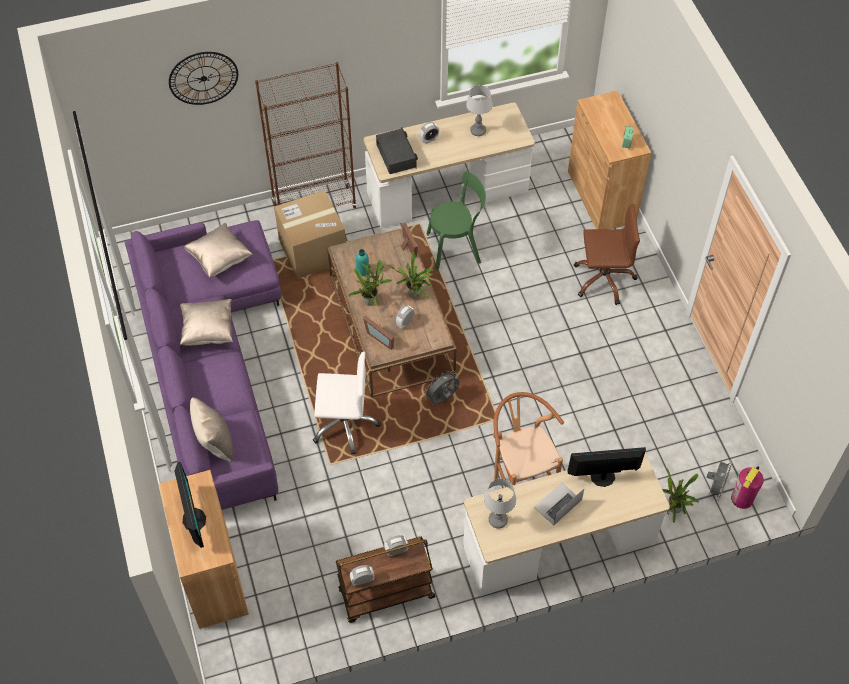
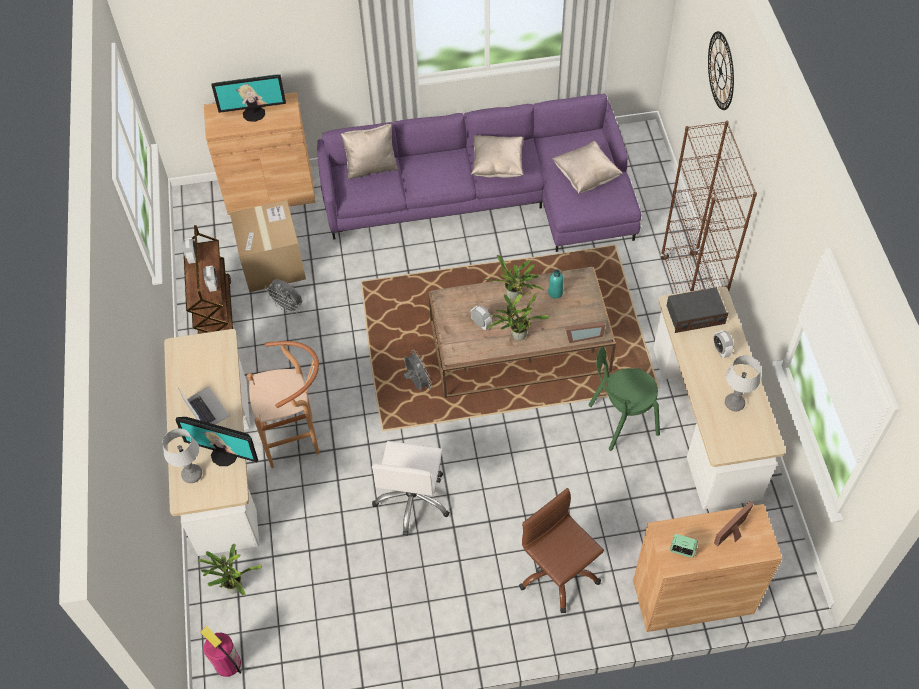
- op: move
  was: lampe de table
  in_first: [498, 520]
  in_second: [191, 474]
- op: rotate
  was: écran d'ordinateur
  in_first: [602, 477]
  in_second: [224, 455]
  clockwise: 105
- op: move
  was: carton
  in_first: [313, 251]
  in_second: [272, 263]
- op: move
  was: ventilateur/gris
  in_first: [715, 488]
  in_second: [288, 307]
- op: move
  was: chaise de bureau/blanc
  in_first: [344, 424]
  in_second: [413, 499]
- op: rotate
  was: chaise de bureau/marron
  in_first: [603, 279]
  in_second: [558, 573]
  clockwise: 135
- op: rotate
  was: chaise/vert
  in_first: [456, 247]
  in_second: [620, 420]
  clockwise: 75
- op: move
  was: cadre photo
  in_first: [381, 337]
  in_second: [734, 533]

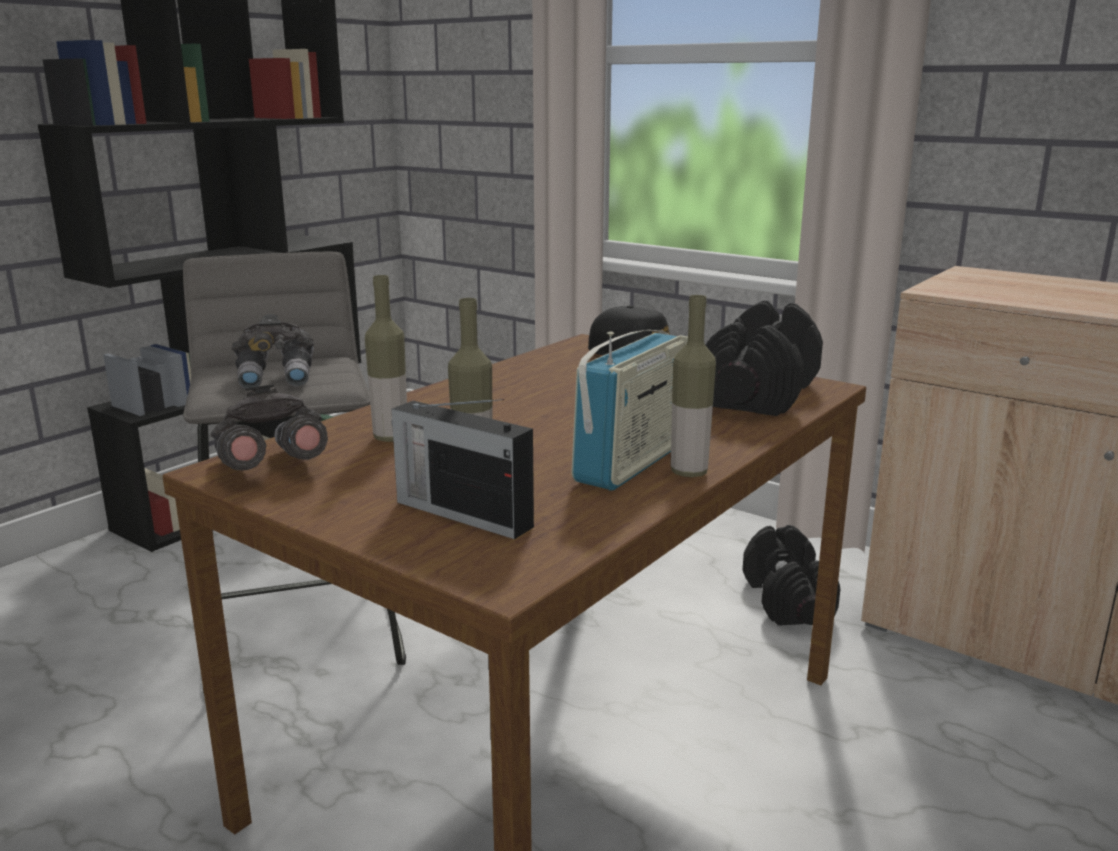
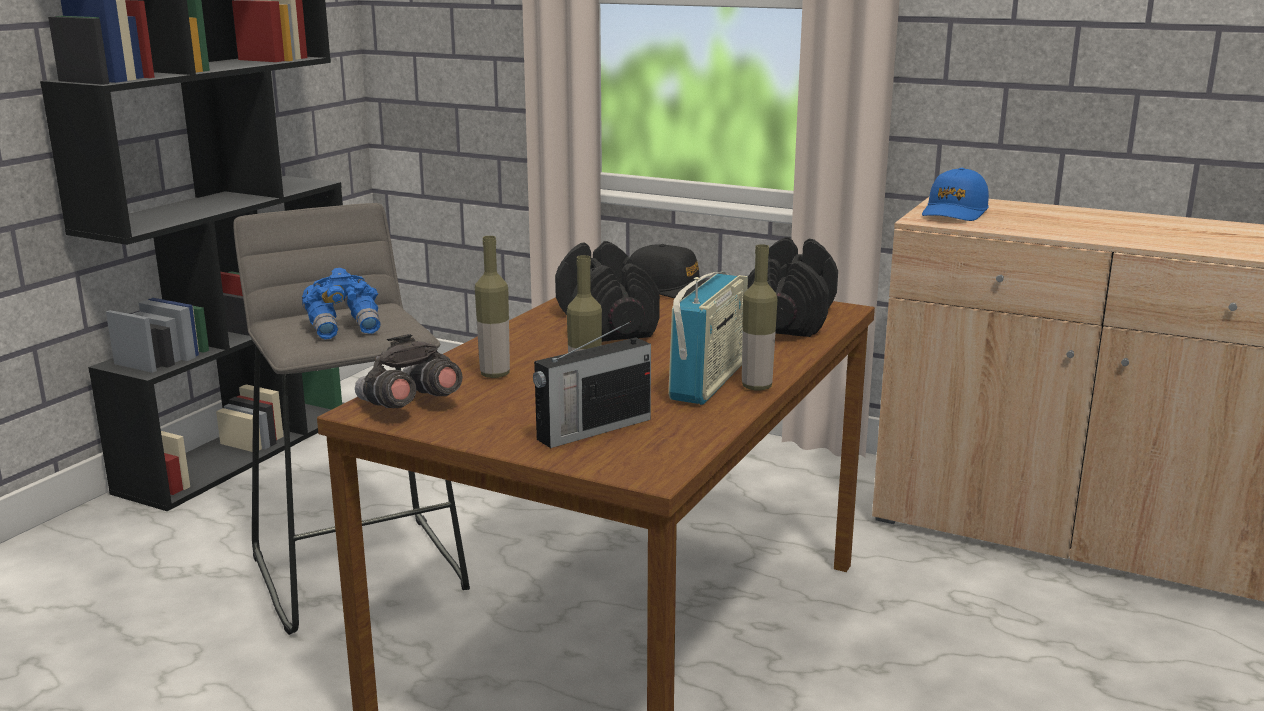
- op: recolor
  was: jumelles/gris
  now: jumelles/bleu
  in_first: [277, 378]
  in_second: [344, 327]
- op: rotate
  was: radio
  in_first: [461, 513]
  in_second: [592, 429]
  clockwise: -60
- op: move
  was: haltère/noir
  in_first: [786, 600]
  in_second: [605, 323]
- op: insert
  now: casquette/bleu
  in_second: [955, 212]

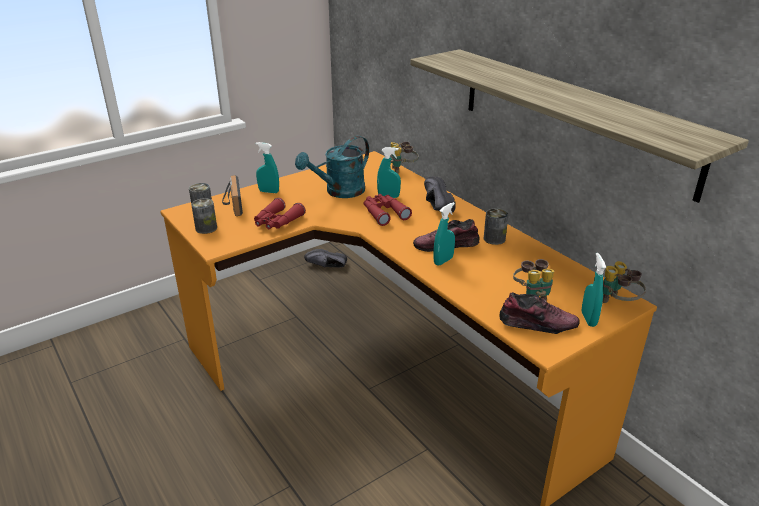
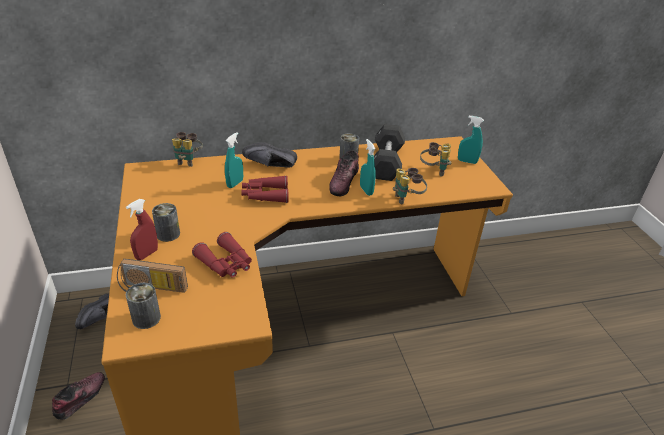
- op: move
  was: chaussure
  in_first: [537, 324]
  in_second: [80, 398]
- op: recolor
  was: vaporisateur/turquoise
  now: vaporisateur/rouge
  in_first: [269, 191]
  in_second: [147, 254]
- op: move
  was: boîte métallique
  in_first: [206, 228]
  in_second: [168, 234]
- op: insert
  now: haltère/noir
  in_second: [386, 163]
- op: move
  was: jumelles
  in_first: [618, 304]
  in_second: [407, 199]
- op: delete
  was: arrosoir/turquoise
  in_first: [339, 192]
- op: delete
  was: étagère
  in_first: [572, 118]

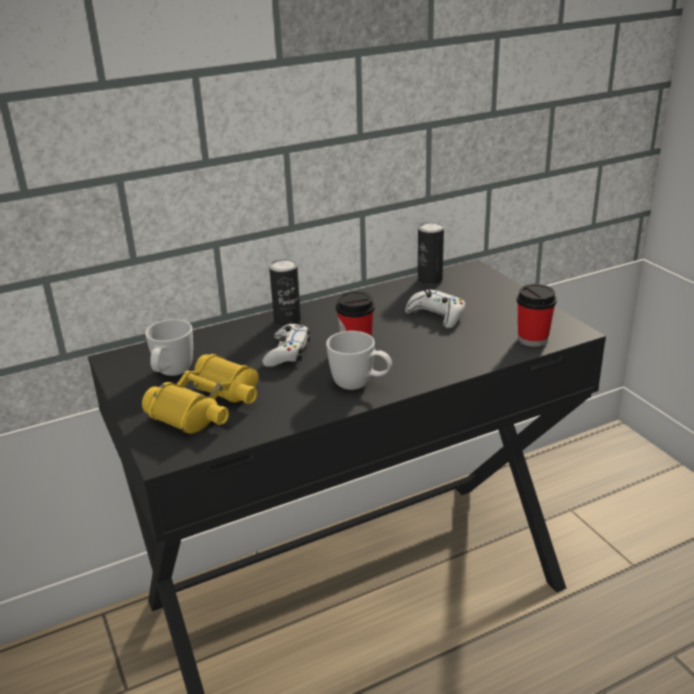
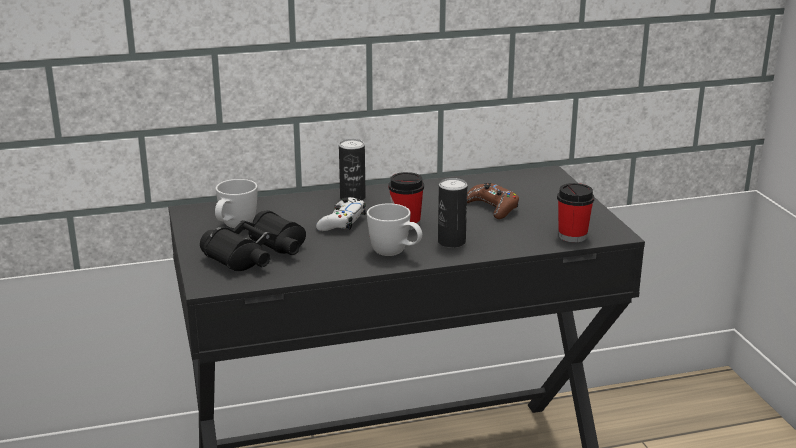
- op: recolor
  was: jumelles/jaune
  now: jumelles/noir
  in_first: [208, 407]
  in_second: [257, 255]
- op: move
  was: boîte métallique
  in_first: [430, 280]
  in_second: [451, 242]
- op: recolor
  was: manette/blanc
  now: manette/marron
  in_first: [436, 315]
  in_second: [492, 207]

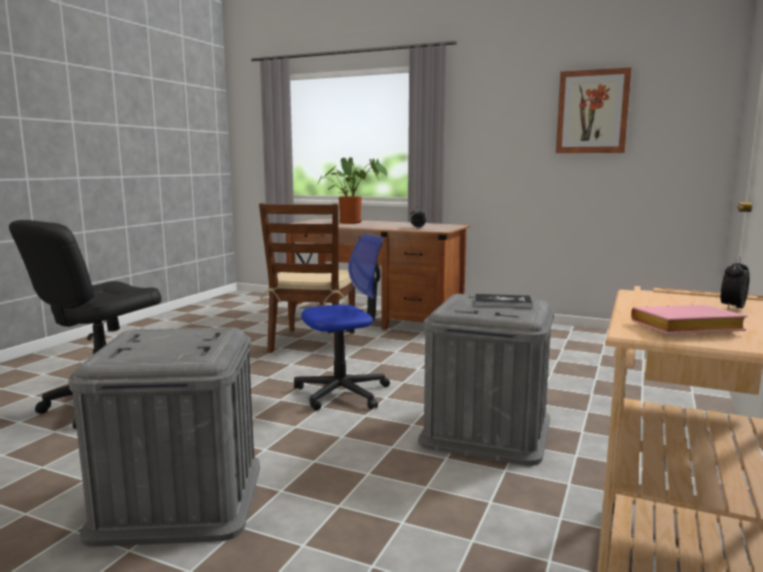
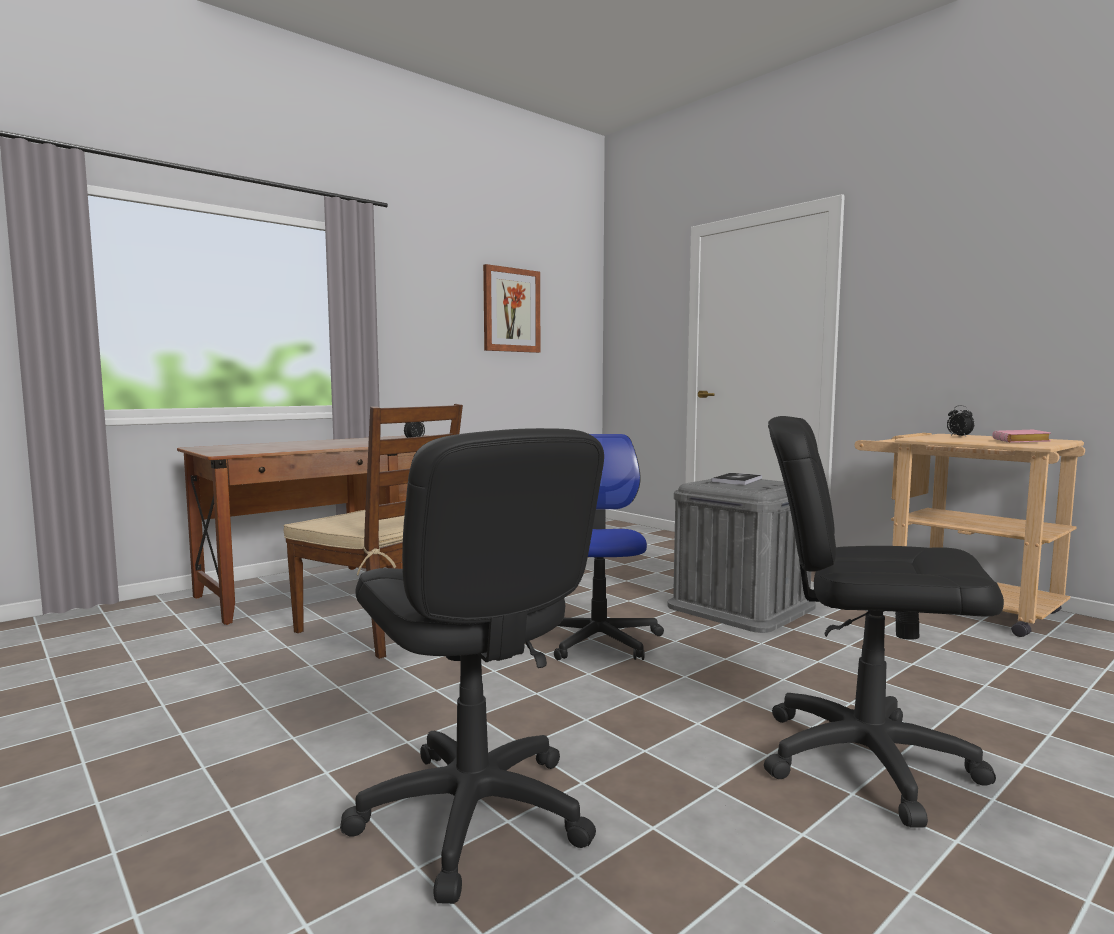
- op: replace
  was: boîte de rangement/gris
  now: chaise de bureau/noir
  in_first: [179, 498]
  in_second: [865, 760]
- op: delete
  was: plante en pot
  in_first: [353, 222]

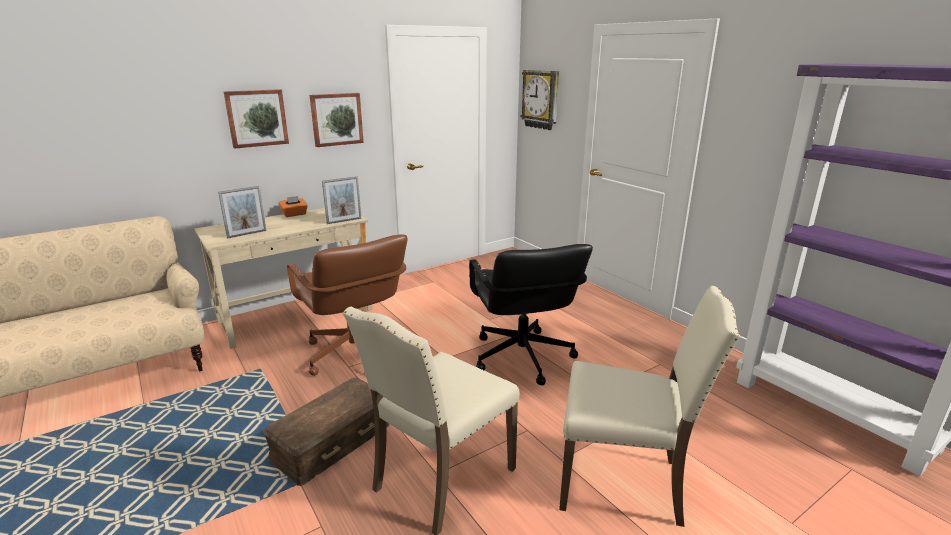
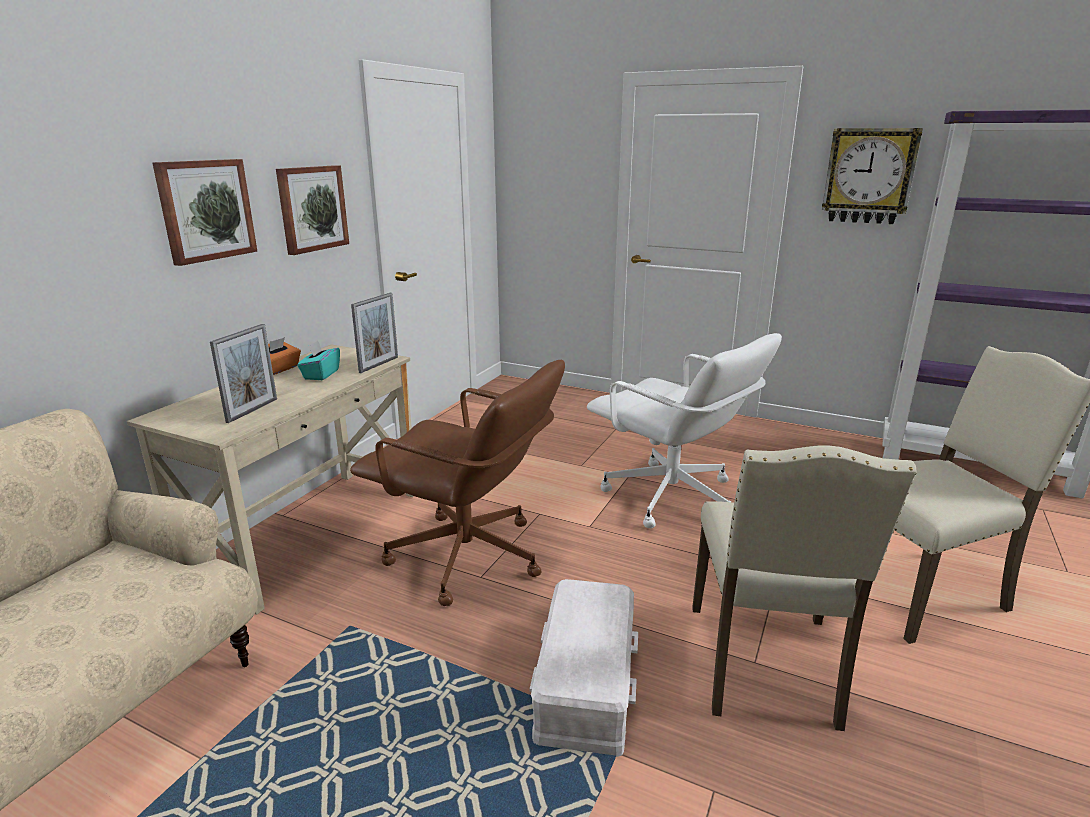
- op: insert
  now: boîte à mouchoirs/turquoise
  in_second: [321, 374]
- op: recolor
  was: boîte de rangement/marron
  now: boîte de rangement/blanc
  in_first: [331, 441]
  in_second: [584, 680]
- op: recolor
  was: chaise de bureau/noir
  now: chaise de bureau/blanc
  in_first: [521, 357]
  in_second: [671, 498]
- op: move
  was: horloge murale
  in_first: [541, 99]
  in_second: [869, 176]

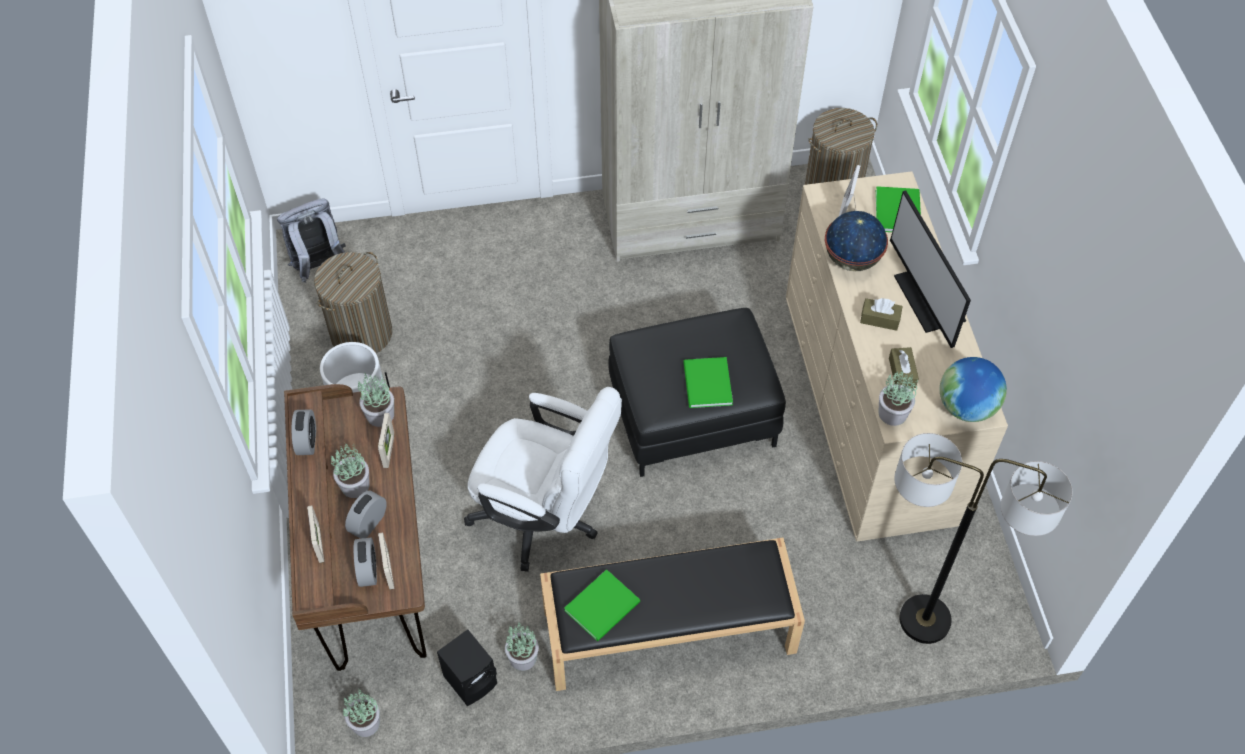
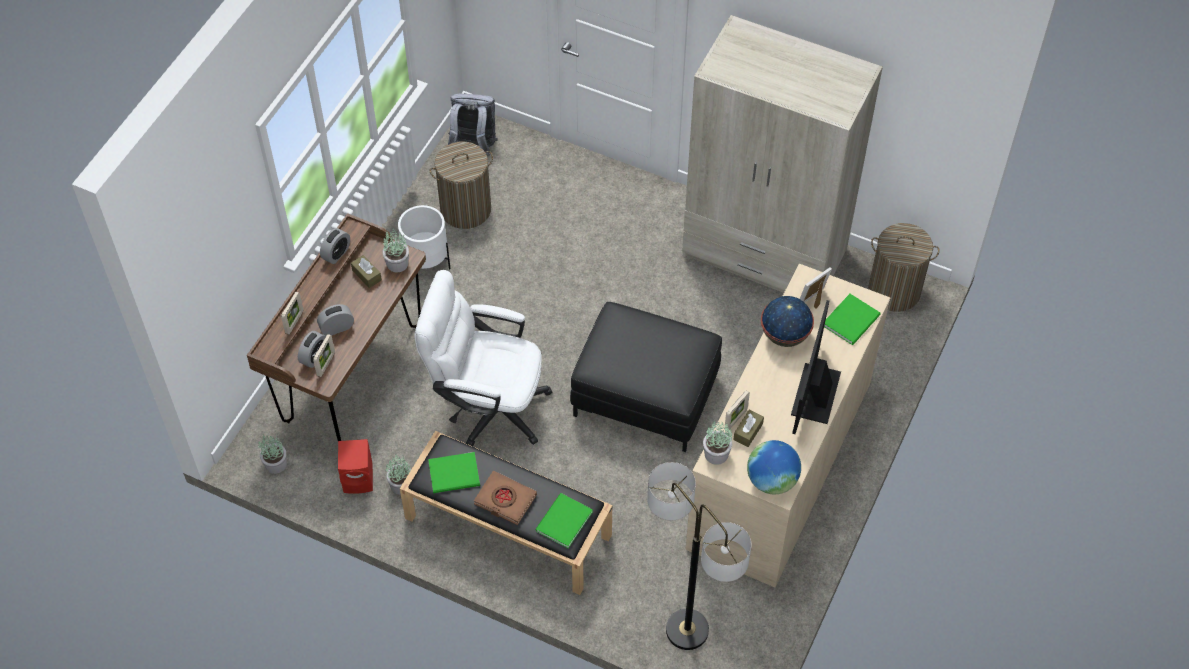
- op: recolor
  was: enceinte/noir
  now: enceinte/rouge
  in_first: [472, 679]
  in_second: [359, 478]
- op: move
  was: boîte à mouchoirs/marron
  in_first: [880, 319]
  in_second: [366, 275]
- op: rotate
  was: chaise de bureau/blanc
  in_first: [545, 518]
  in_second: [487, 405]
  clockwise: 135
- op: insert
  now: livre/marron
  in_second: [505, 500]
- op: move
  was: livre/vert
  in_first: [706, 385]
  in_second: [562, 522]
- op: move
  was: cadre photo
  in_first: [389, 451]
  in_second: [735, 420]
- op: delete
  was: plante en pot
  in_first: [355, 485]

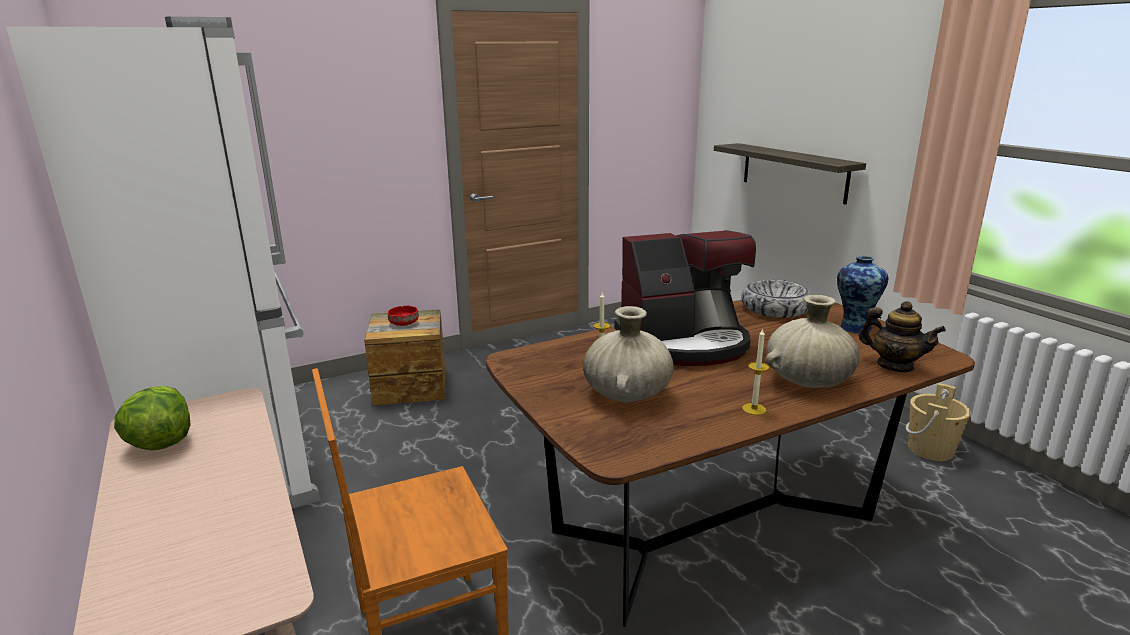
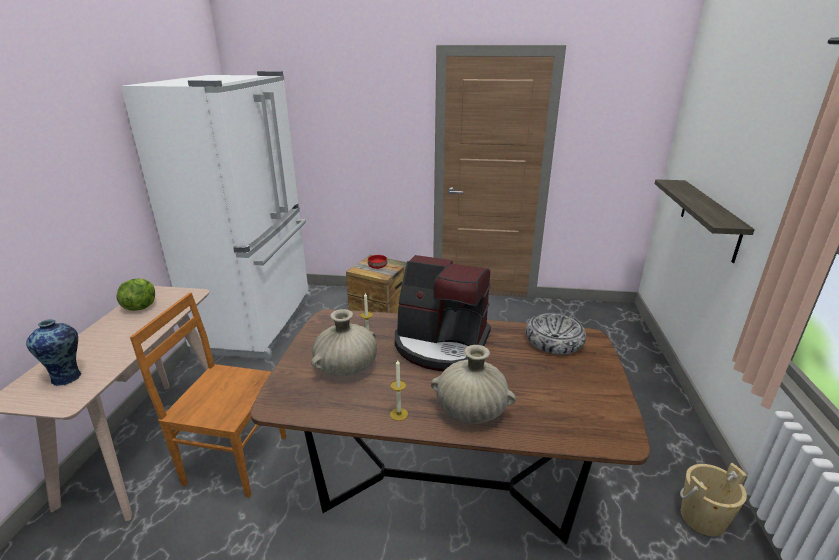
- op: move
  was: vase
  in_first: [854, 327]
  in_second: [68, 377]
- op: delete
  was: théière
  in_first: [894, 366]

